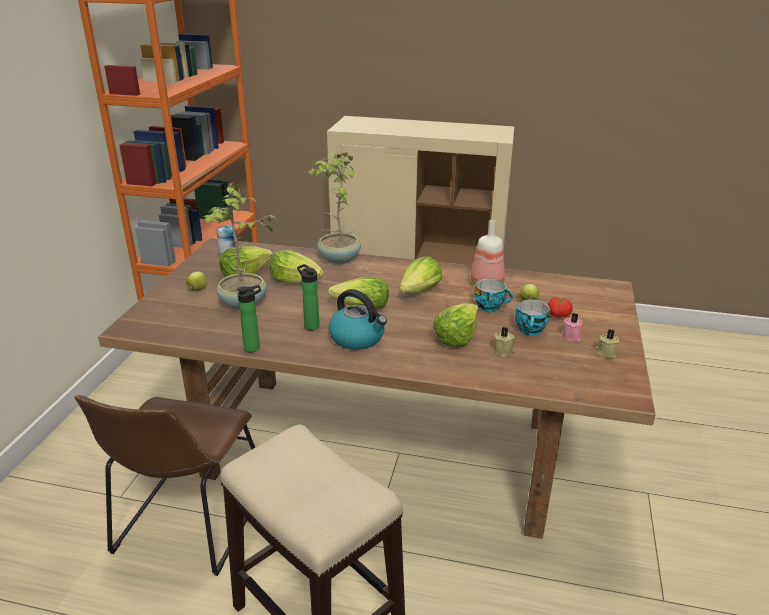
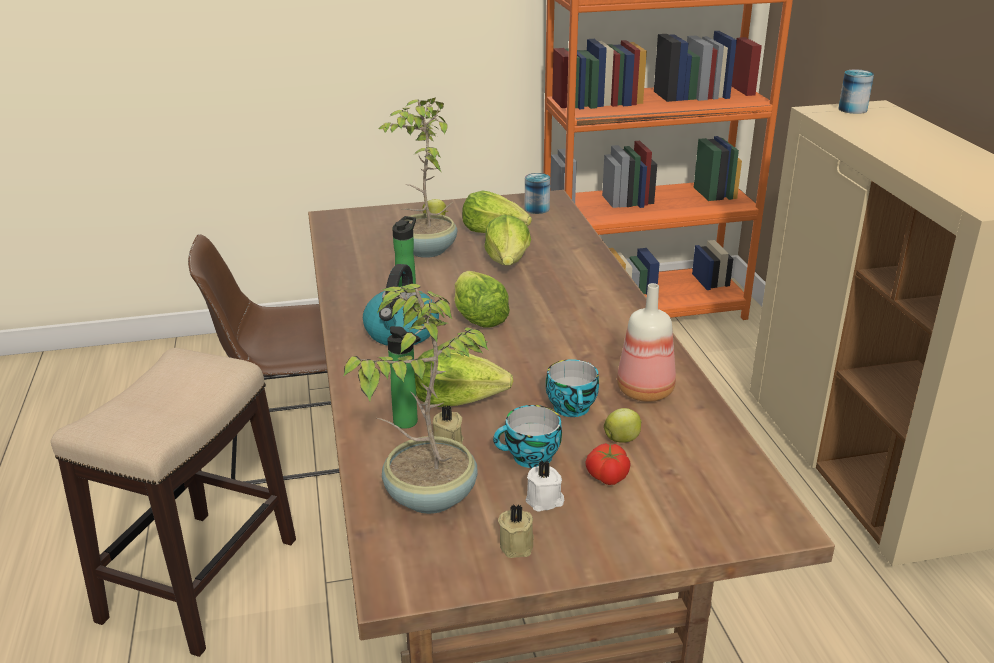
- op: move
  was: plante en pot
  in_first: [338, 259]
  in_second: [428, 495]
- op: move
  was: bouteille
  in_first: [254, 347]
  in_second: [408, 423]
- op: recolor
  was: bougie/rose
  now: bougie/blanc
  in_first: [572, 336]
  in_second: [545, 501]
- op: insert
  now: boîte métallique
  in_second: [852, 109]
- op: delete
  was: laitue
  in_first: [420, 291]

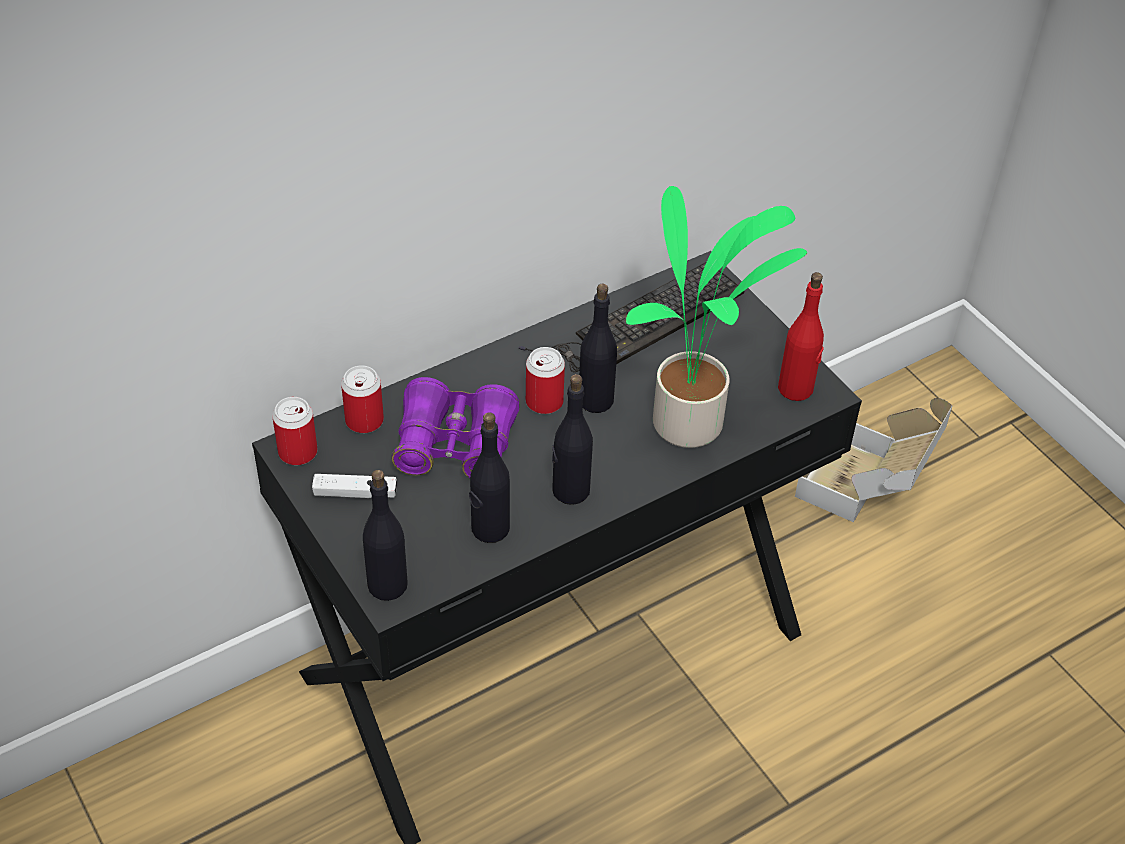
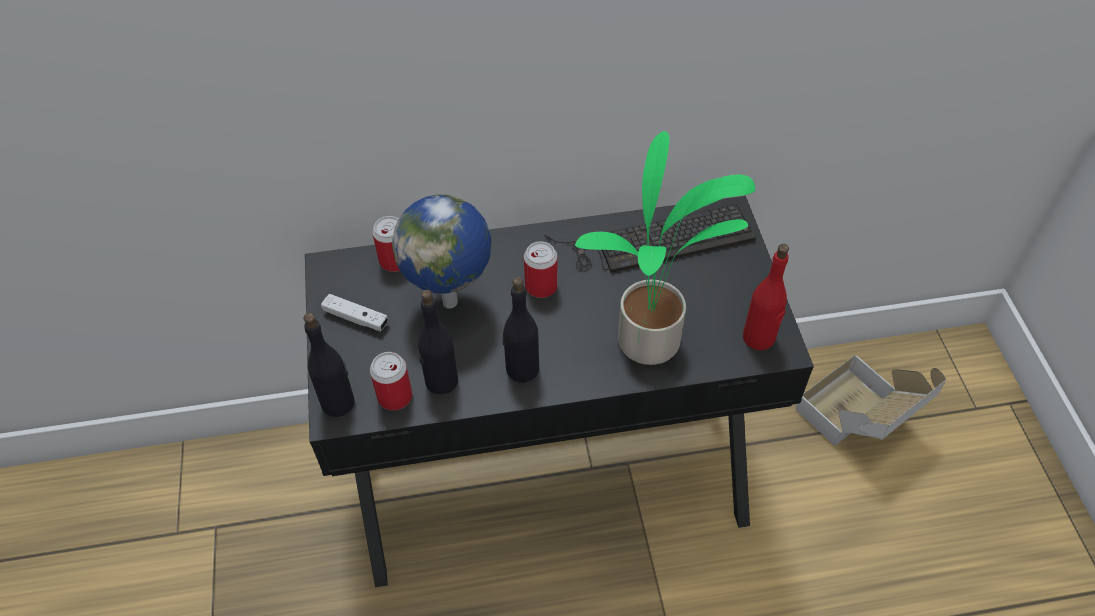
- op: move
  was: boîte métallique
  in_first: [298, 452]
  in_second: [395, 396]
- op: replace
  was: jumelles/violet
  now: globe
  in_first: [455, 445]
  in_second: [452, 302]
- op: delete
  was: bouteille/noir
  in_first: [595, 400]

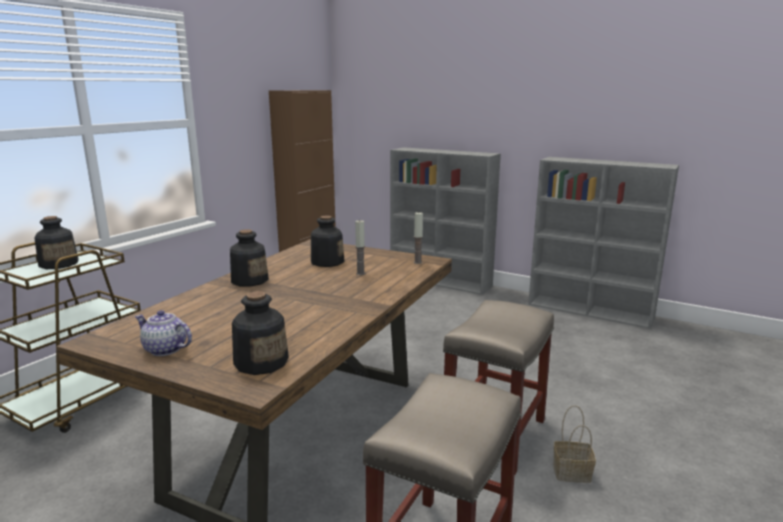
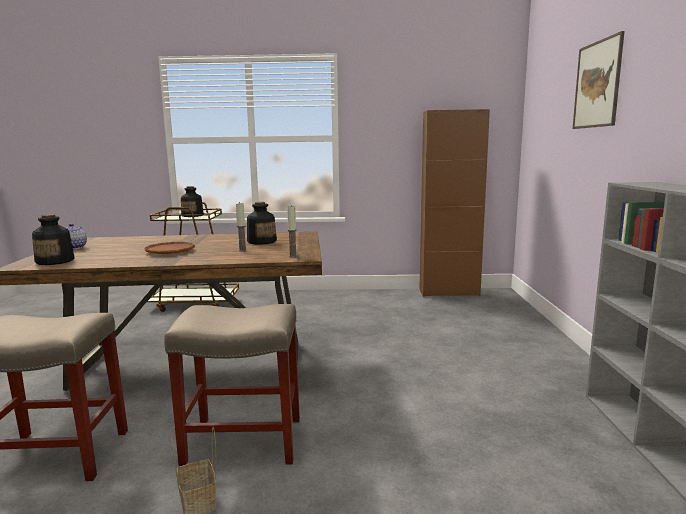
- op: insert
  now: assiette/marron
  in_second: [170, 251]
- op: insert
  now: tableau
  in_second: [597, 84]
- op: delete
  was: bouteille
  in_first: [249, 280]
- op: delete
  was: bibliothèque/gris
  in_first: [441, 281]

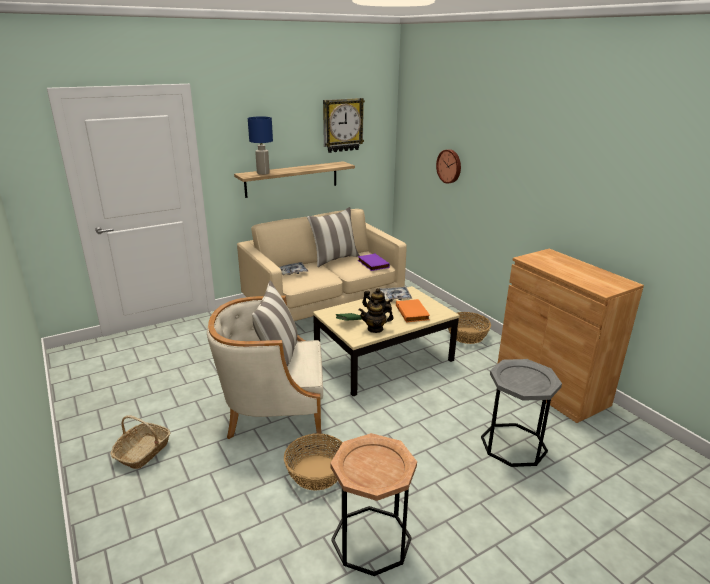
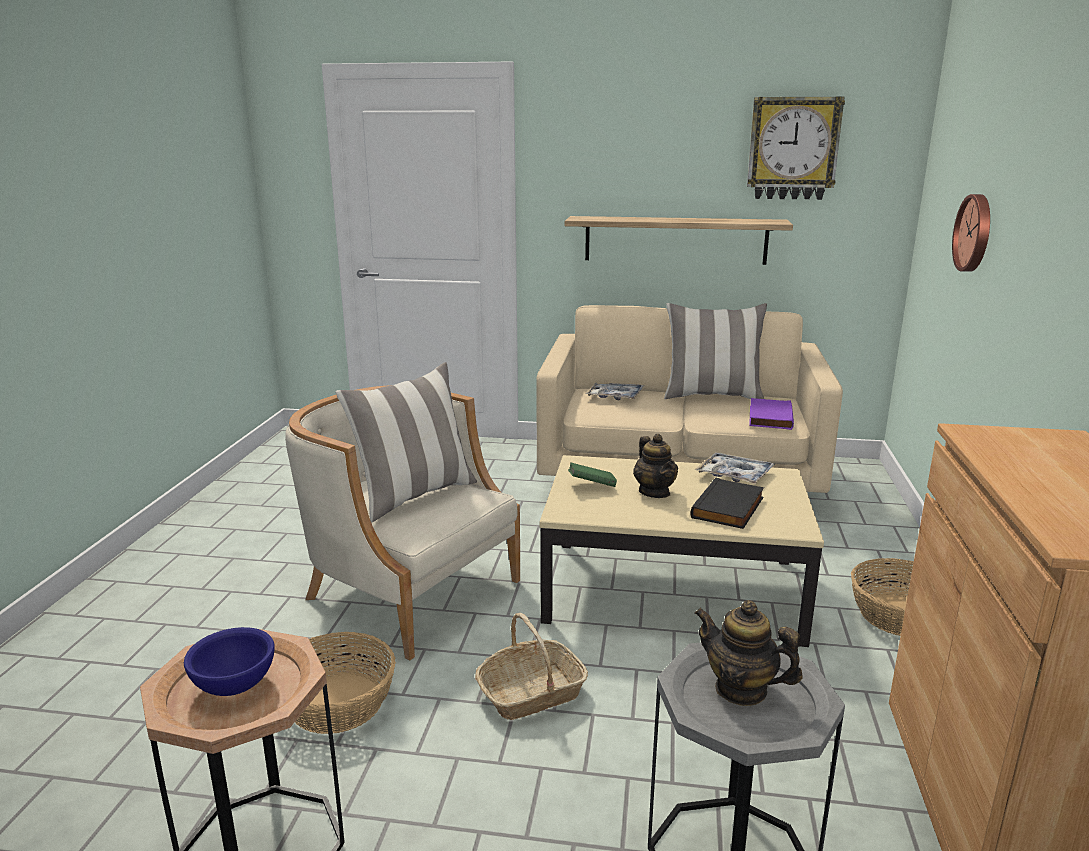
- op: insert
  now: bol/bleu
  in_second: [234, 686]
- op: move
  was: panier
  in_first: [143, 452]
  in_second: [531, 693]
- op: recolor
  was: livre/orange
  now: livre/noir
  in_first: [413, 313]
  in_second: [729, 508]
- op: move
  was: théière
  in_first: [375, 329]
  in_second: [741, 689]
- op: delete
  was: lampe de table/bleu
  in_first: [263, 173]

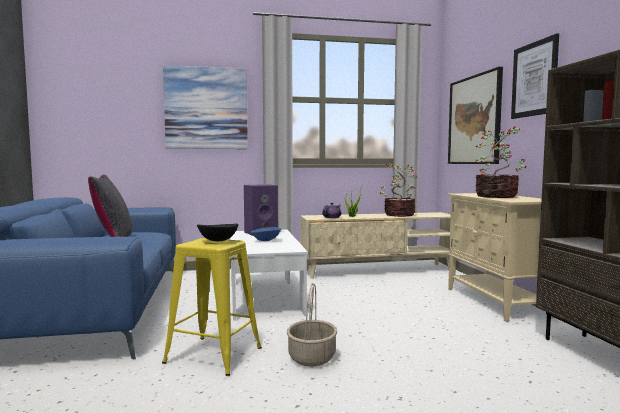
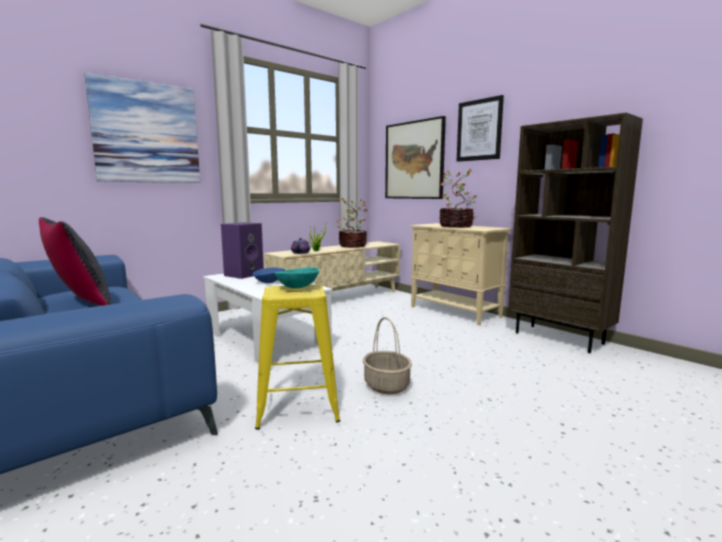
- op: recolor
  was: bol/noir
  now: bol/turquoise
  in_first: [218, 241]
  in_second: [297, 288]

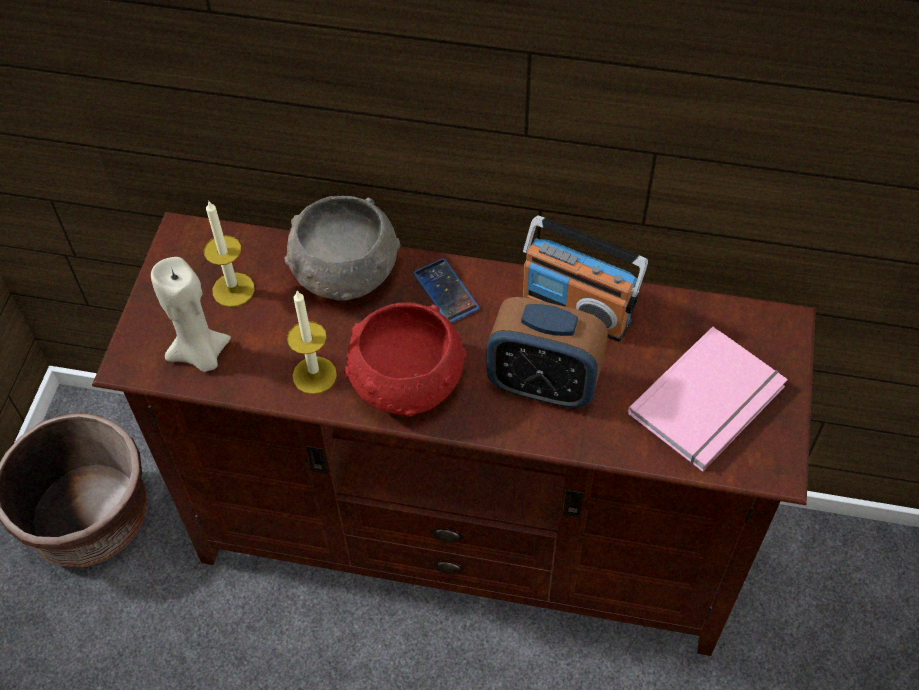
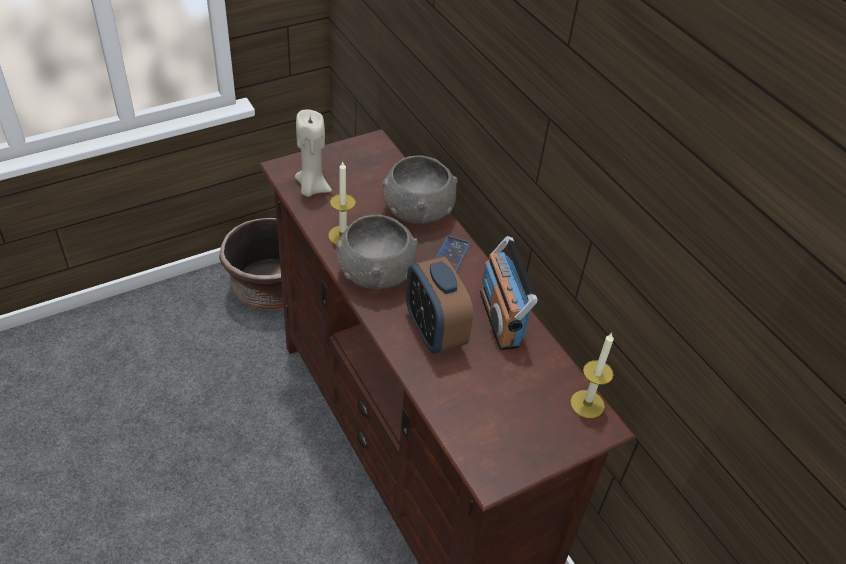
- op: recolor
  was: bol/rouge
  now: bol/gris
  in_first: [405, 381]
  in_second: [375, 273]
- op: move
  was: bougie
  in_first: [233, 289]
  in_second: [587, 404]
- op: delete
  was: livre/rose
  in_first: [710, 403]

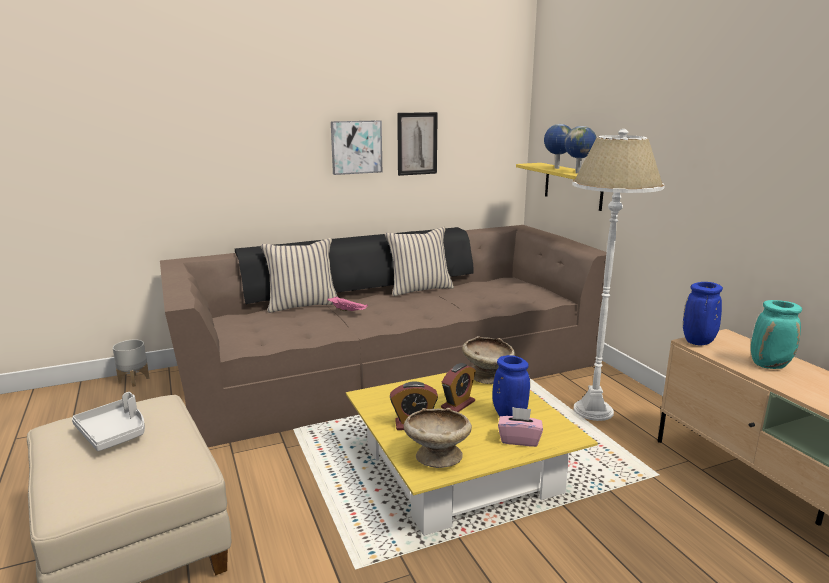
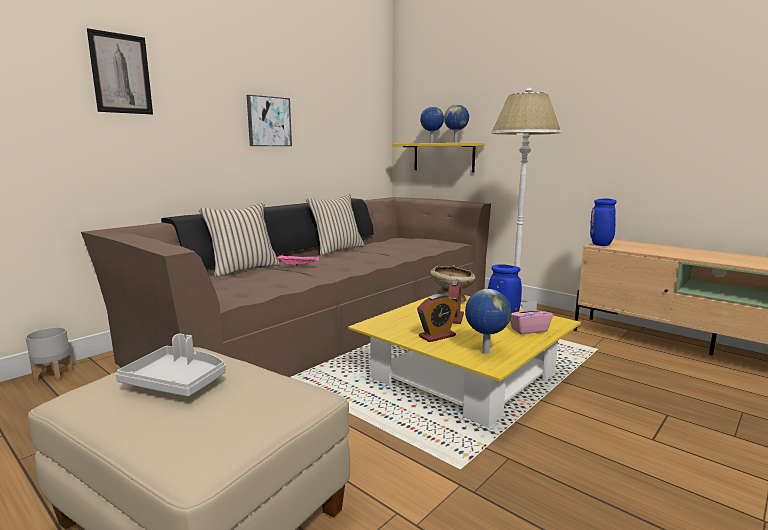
- op: move
  was: tableau
  in_first: [417, 143]
  in_second: [121, 74]
- op: replace
  was: bol/beige
  now: globe
  in_first: [436, 457]
  in_second: [485, 352]
- op: delete
  was: vase/turquoise
  in_first: [770, 365]

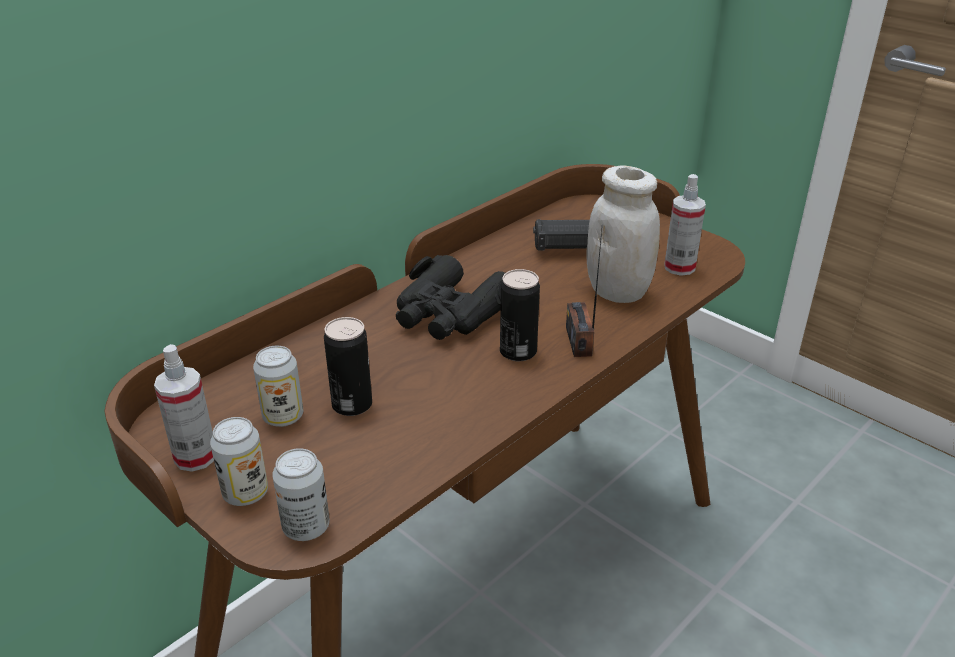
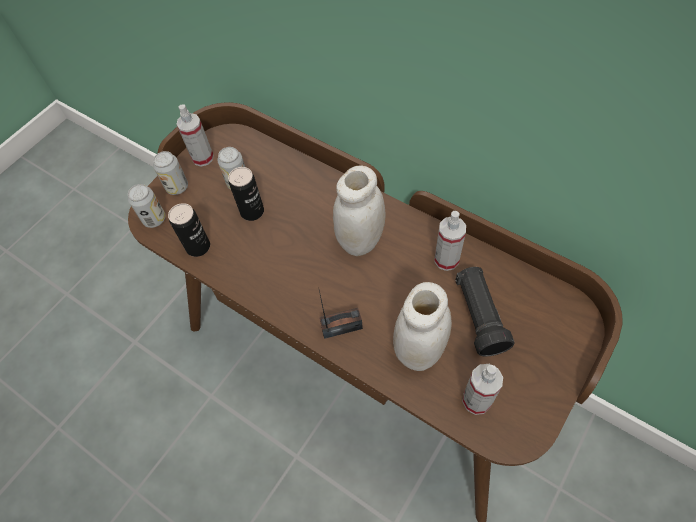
- op: move
  was: boîte métallique
  in_first: [518, 352]
  in_second: [198, 247]
- op: replace
  was: jumelles/noir
  now: bocal/blanc
  in_first: [451, 313]
  in_second: [361, 241]
- op: insert
  now: vaporisateur
  in_second: [446, 260]

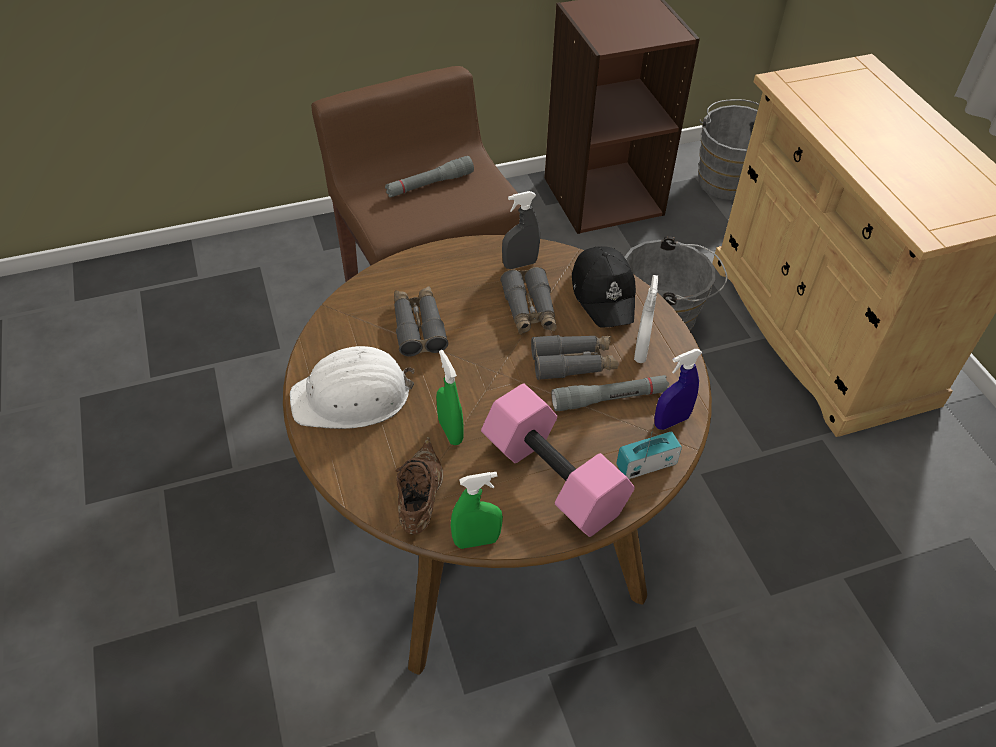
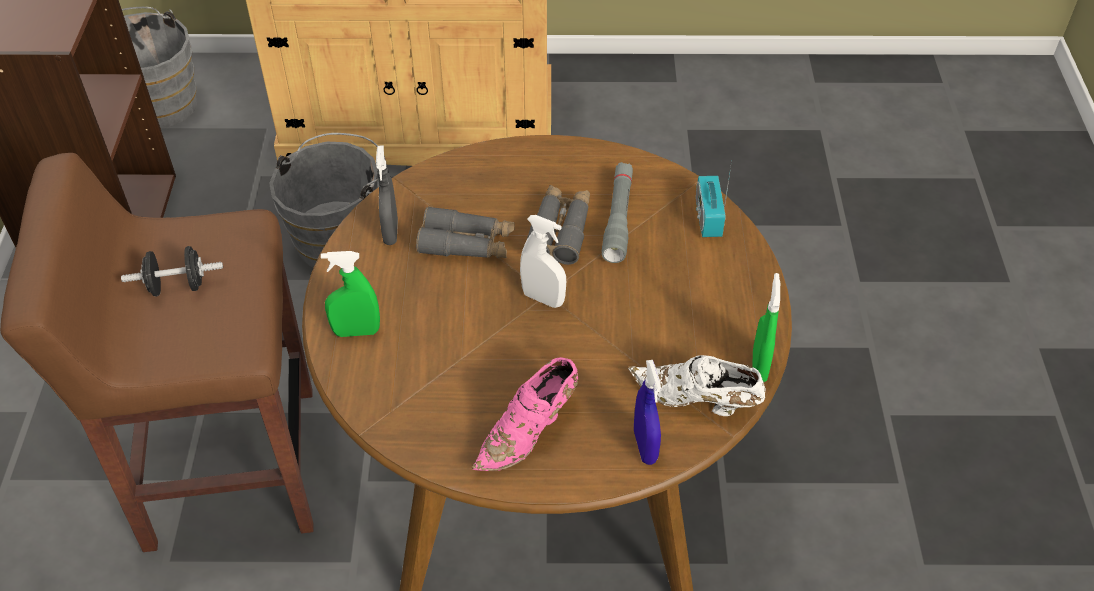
- op: replace
  was: lampe de poche/gris
  now: haltère/noir
  in_first: [429, 184]
  in_second: [177, 286]
- op: move
  was: vaporisateur/vert
  in_first: [450, 431]
  in_second: [356, 331]
- op: replace
  was: casque de chantier/blanc
  now: chaussure/rose
  in_first: [352, 397]
  in_second: [530, 432]
- op: move
  was: vaporisateur/blanc
  in_first: [640, 351]
  in_second: [543, 298]
- op: recolor
  was: chaussure/marron
  now: chaussure/blanc
  in_first: [420, 501]
  in_second: [697, 401]
- op: move
  was: vaporisateur/bleu
  in_first: [671, 421]
  in_second: [645, 446]
- op: delete
  was: jumelles/gris
  in_first: [418, 326]
- op: delete
  was: haltère/rose
  in_first: [556, 477]
- op: delete
  was: casquette/noir
  in_first: [604, 294]

